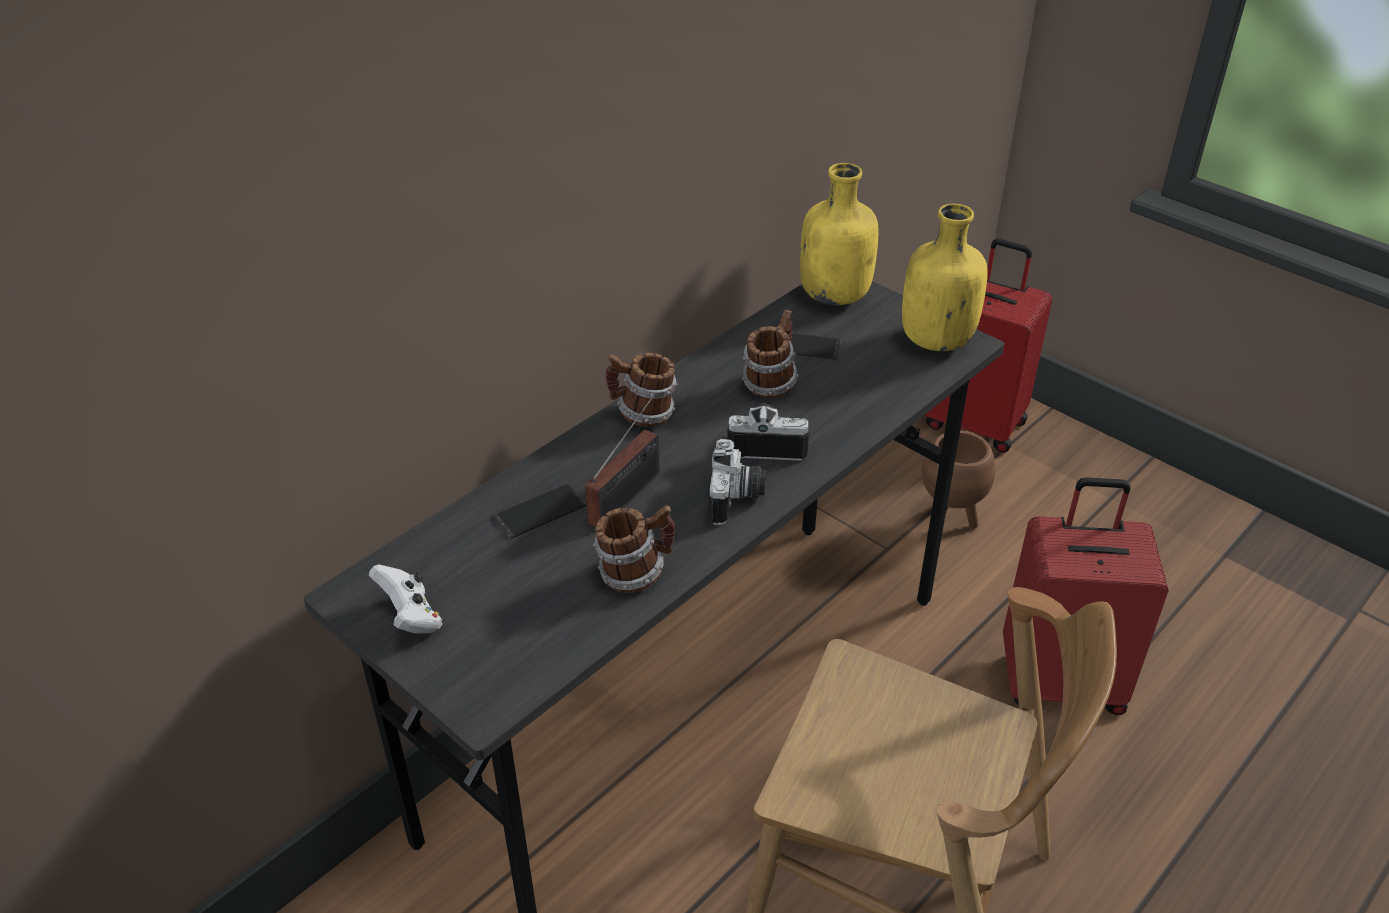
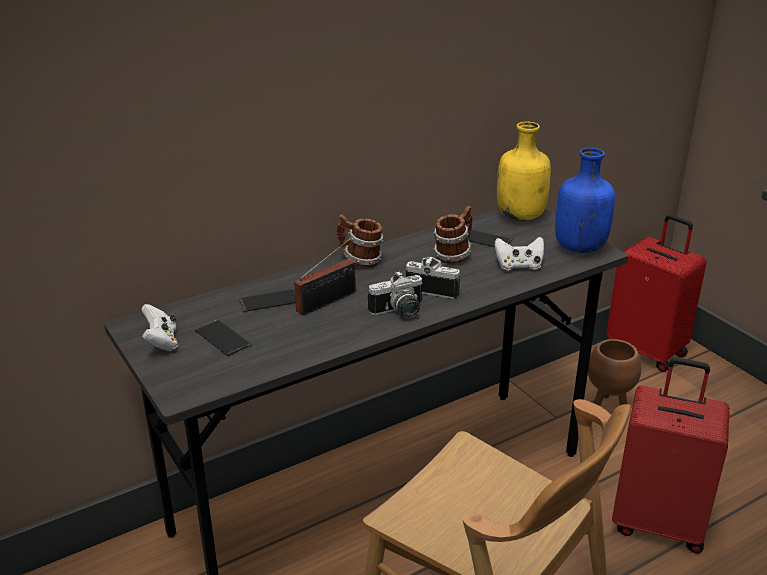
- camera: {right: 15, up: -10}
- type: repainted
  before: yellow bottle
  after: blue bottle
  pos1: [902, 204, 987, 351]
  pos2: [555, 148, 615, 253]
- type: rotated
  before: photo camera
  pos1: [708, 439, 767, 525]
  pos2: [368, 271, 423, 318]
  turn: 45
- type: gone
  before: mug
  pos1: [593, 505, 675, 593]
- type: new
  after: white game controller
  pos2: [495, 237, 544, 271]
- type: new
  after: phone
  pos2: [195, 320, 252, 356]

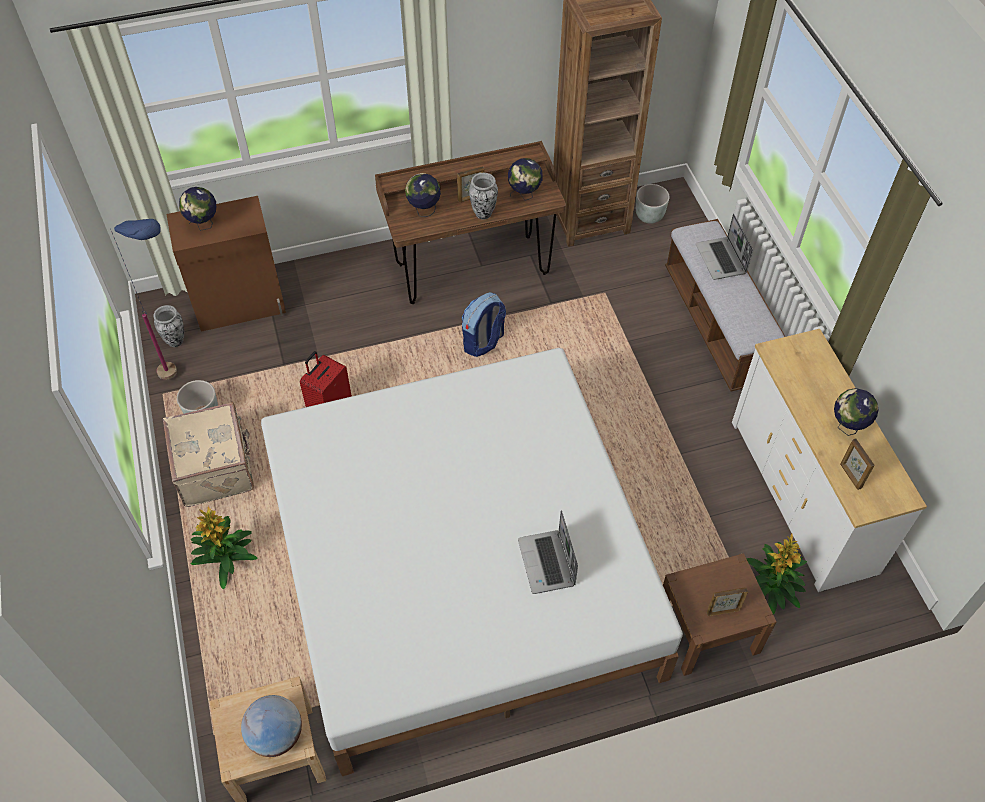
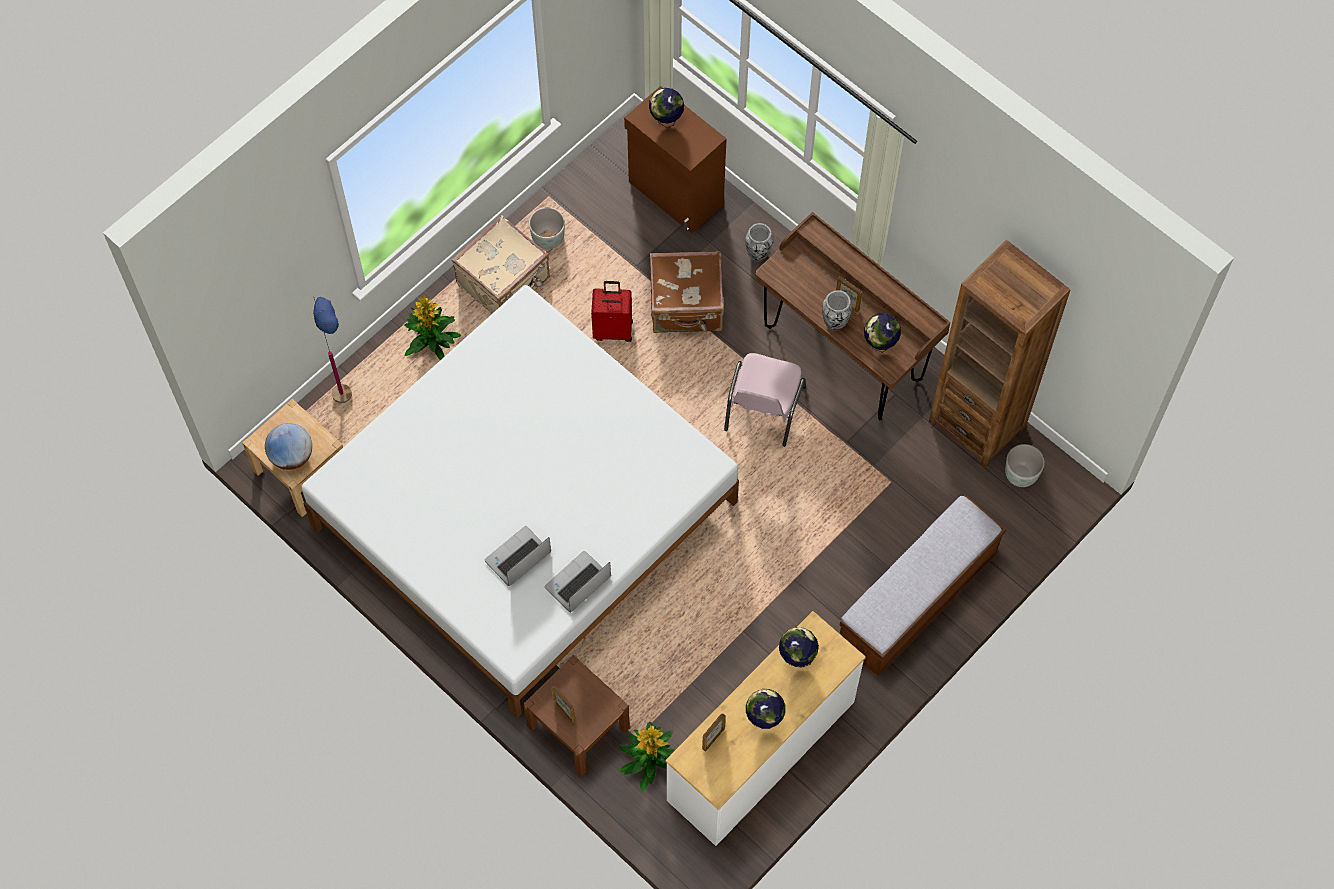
- camera: {right: 60, up: 10}
- type: shifted
  before: globe
  pos1: [405, 173, 441, 217]
  pos2: [779, 627, 819, 668]
- type: shifted
  before: laptop
  pos1: [696, 214, 753, 280]
  pos2: [544, 551, 611, 612]
- type: shifted
  before: blue floor lamp
  pos1: [111, 219, 177, 380]
  pos2: [313, 297, 352, 403]
- type: swapped
  before: backpack
  after: pink chair
  pos1: [462, 292, 506, 357]
  pos2: [724, 353, 806, 447]
- type: shifted
  before: vase
  pos1: [154, 305, 184, 347]
  pos2: [745, 223, 773, 262]
- type: new
  after: brown suitcase
  pos2: [650, 251, 724, 333]

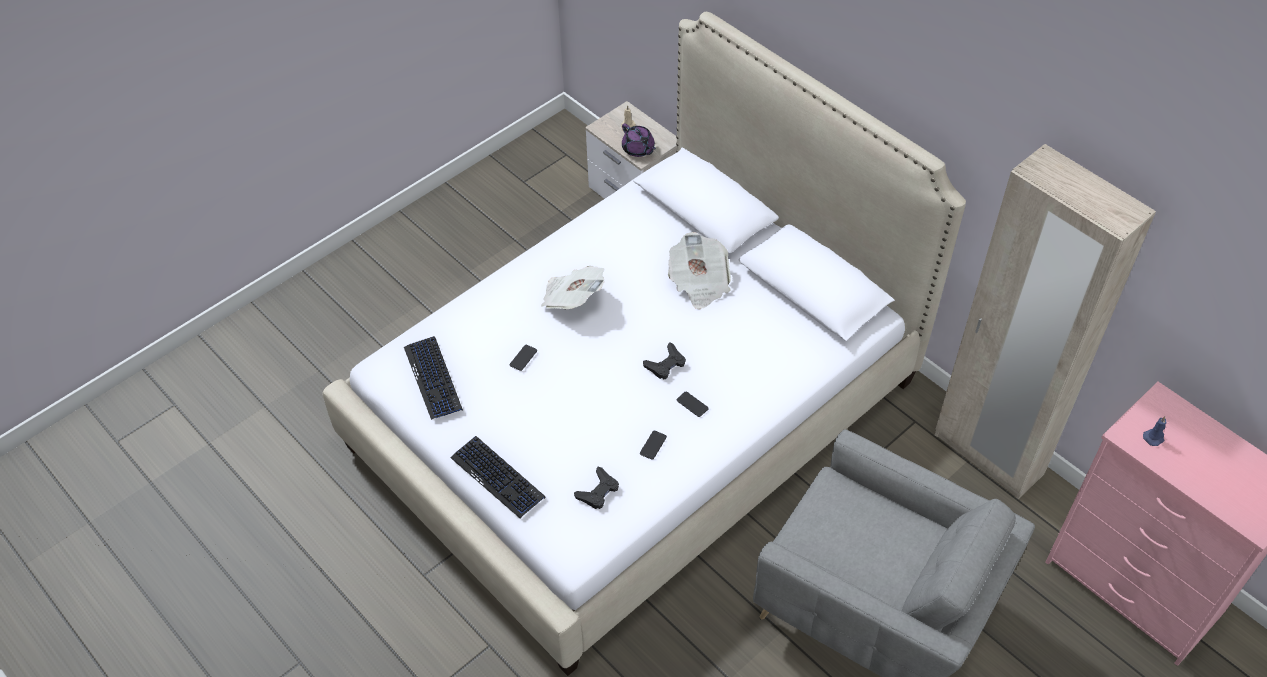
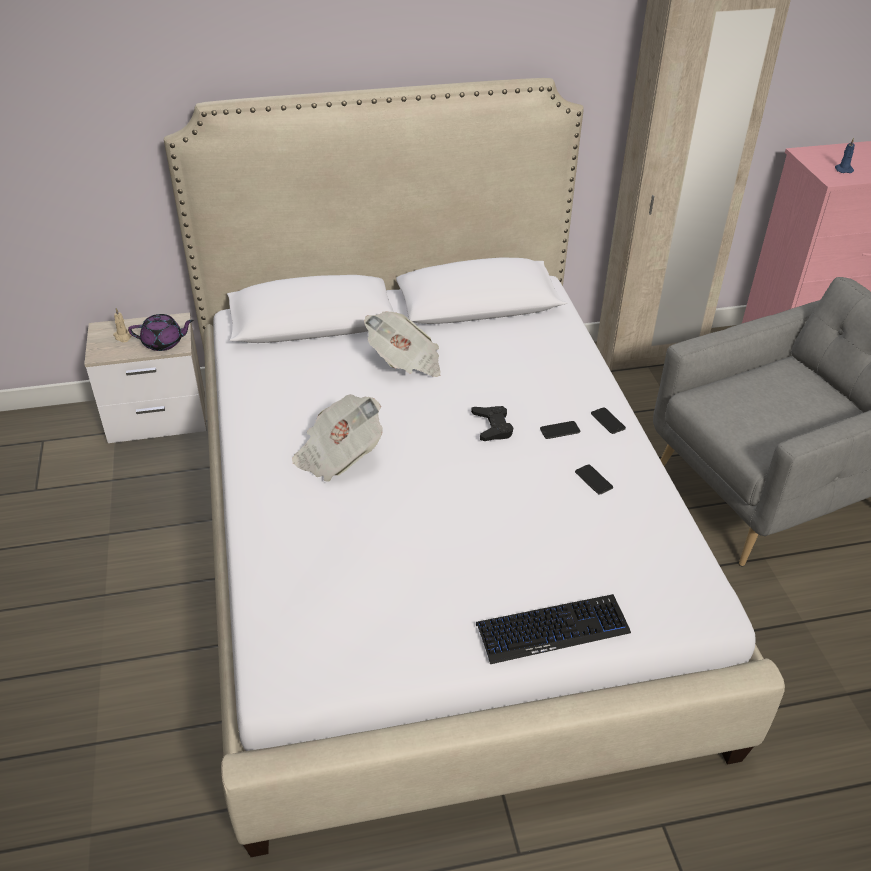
- camera: {right: -60, up: -10}
- type: gone
  before: keyboard
  pos1: [404, 336, 463, 420]
- type: shifted
  before: phone
  pos1: [510, 345, 537, 371]
  pos2: [591, 407, 626, 434]
- type: gone
  before: black game controller
  pos1: [574, 467, 619, 509]

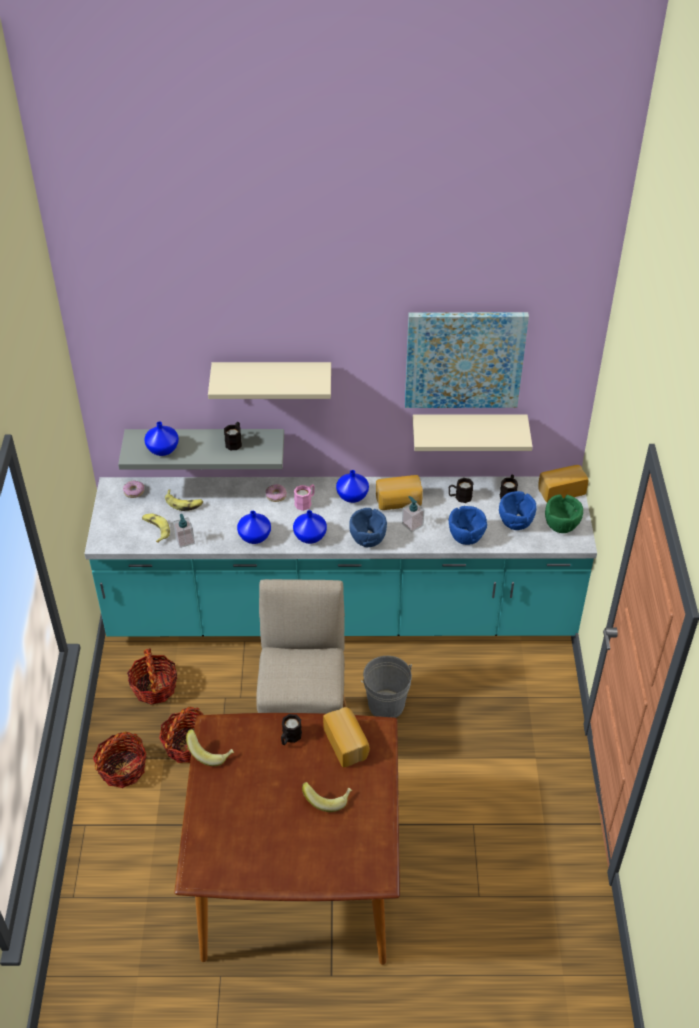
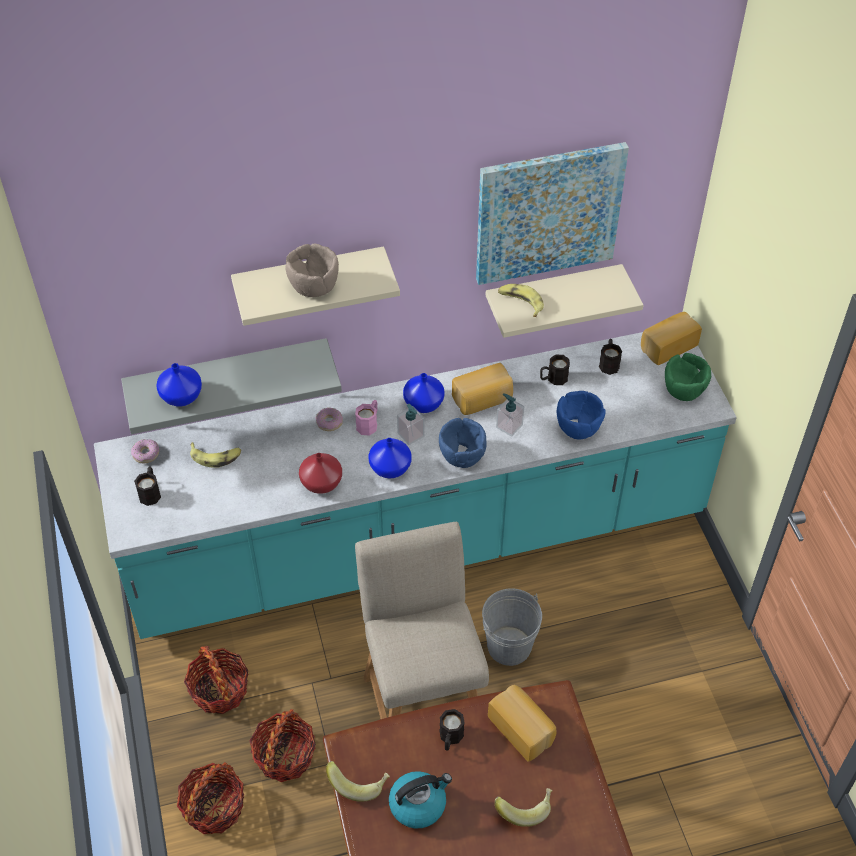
- camera: {right: -15, up: 5}
- type: shifted
  before: black mug
  pos1: [224, 422, 242, 450]
  pos2: [134, 467, 161, 506]
- type: gone
  before: blue bowl
  pos1: [499, 491, 537, 530]
- type: repainted
  before: blue vase
  after: red vase
  pos1: [237, 511, 271, 544]
  pos2: [299, 453, 342, 494]
- type: shifted
  before: banana
  pos1: [142, 514, 170, 543]
  pos2: [498, 284, 544, 317]
- type: shifted
  before: soap dispenser
  pos1: [173, 514, 195, 548]
  pos2: [397, 404, 424, 445]
- type: new
  after: brown bowl
  pos2: [285, 244, 339, 297]
- type: new
  after: kettle
  pos2: [389, 771, 452, 829]

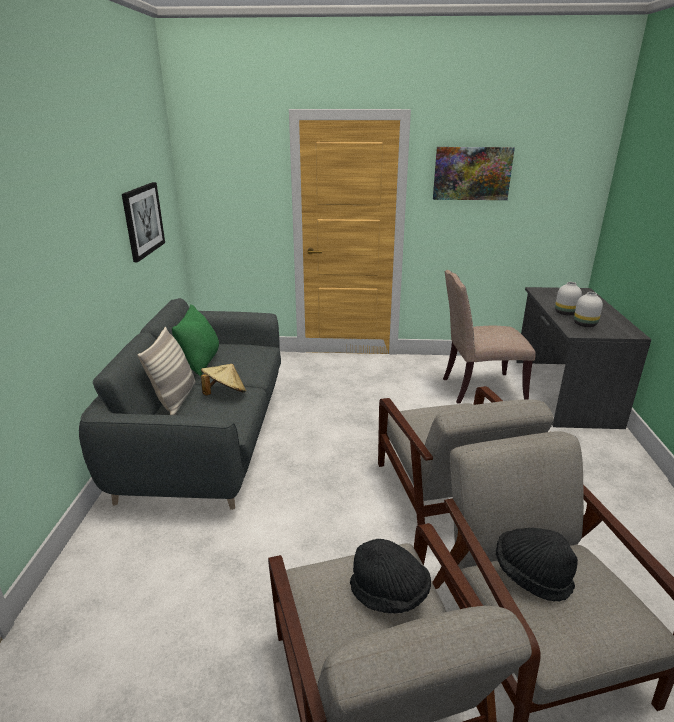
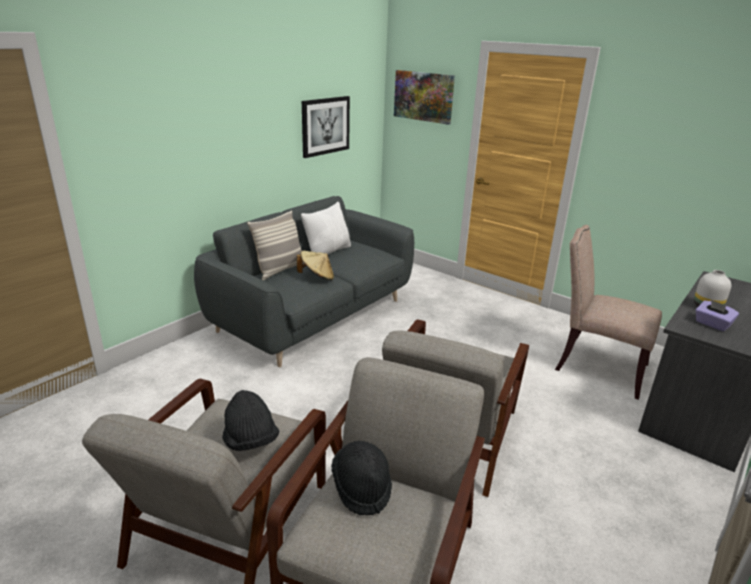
- camera: {right: 35, up: 0}
- type: shifted
  before: picture
  pos1: [433, 147, 515, 200]
  pos2: [394, 70, 455, 125]
- type: swapped
  before: white vase
  after: purple tissue box
  pos1: [574, 292, 603, 327]
  pos2: [695, 300, 739, 331]
- type: repainted
  before: green pillow
  after: white pillow
  pos1: [172, 304, 219, 376]
  pos2: [301, 202, 351, 254]

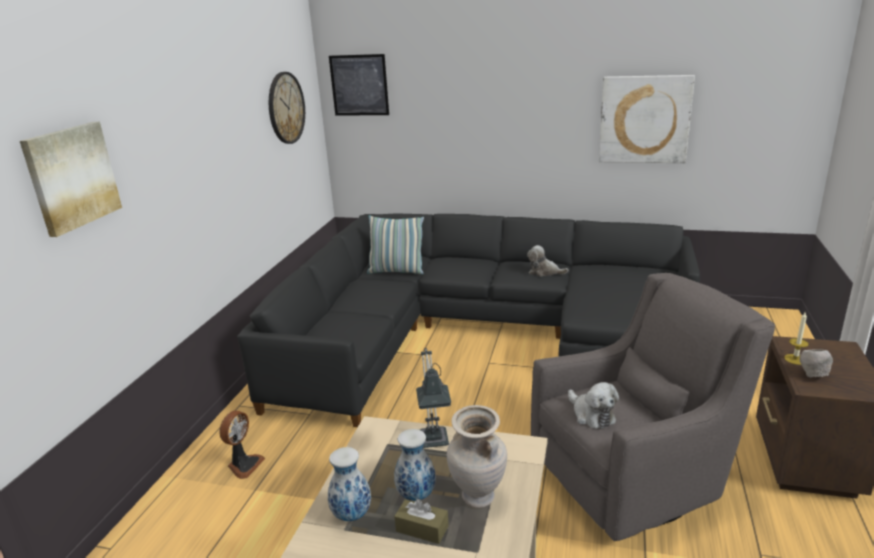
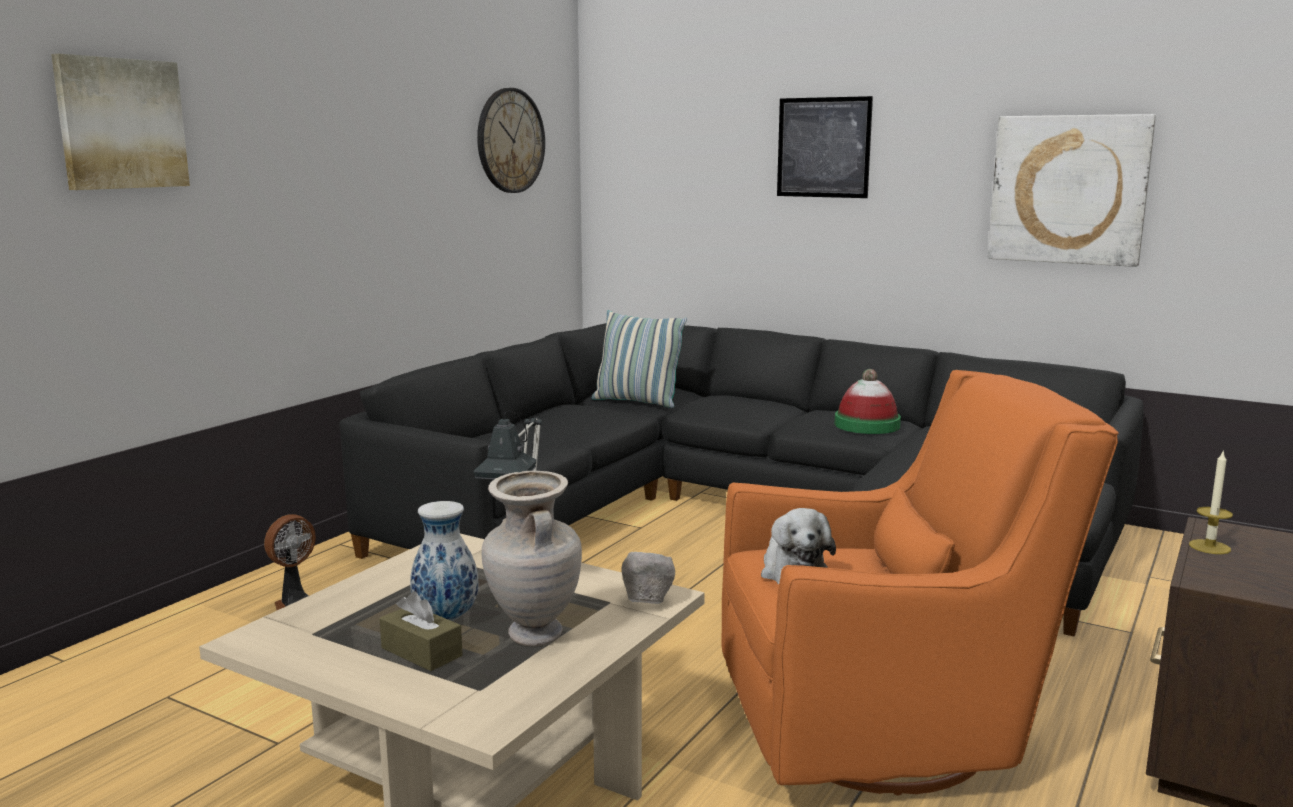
- camera: {right: 15, up: -10}
- type: shifted
  before: picture
  pos1: [329, 54, 389, 116]
  pos2: [777, 96, 873, 198]
- type: swapped
  before: plush toy
  after: hat
  pos1: [527, 245, 569, 277]
  pos2: [835, 369, 901, 434]
- type: repainted
  before: grey armchair
  after: orange armchair
  pos1: [531, 273, 775, 541]
  pos2: [722, 370, 1119, 795]
- type: shifted
  before: grey bowl
  pos1: [800, 349, 833, 378]
  pos2: [622, 552, 675, 604]
- type: gone
  before: vase
  pos1: [328, 447, 371, 521]

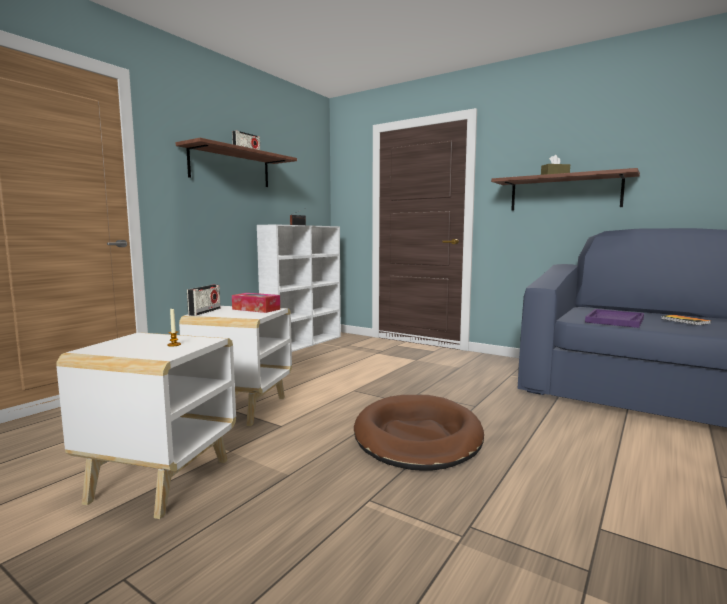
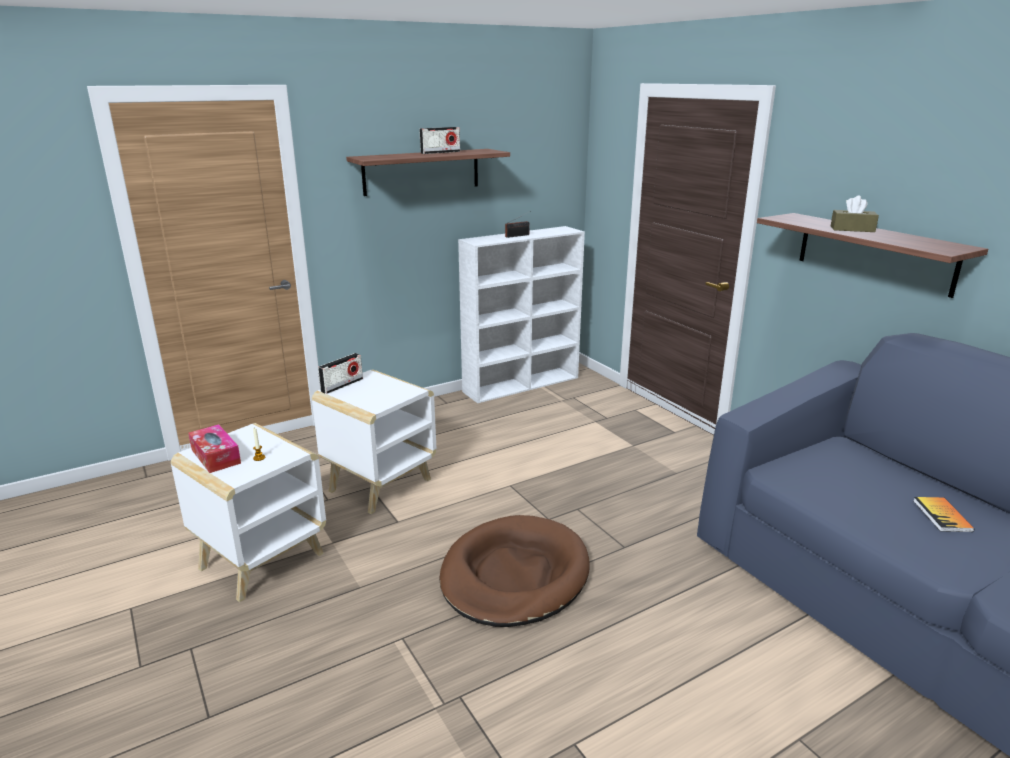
- camera: {right: 25, up: 15}
- type: shifted
  before: tissue box
  pos1: [232, 293, 280, 313]
  pos2: [188, 424, 241, 473]
- type: gone
  before: purple tray
  pos1: [585, 309, 644, 328]

